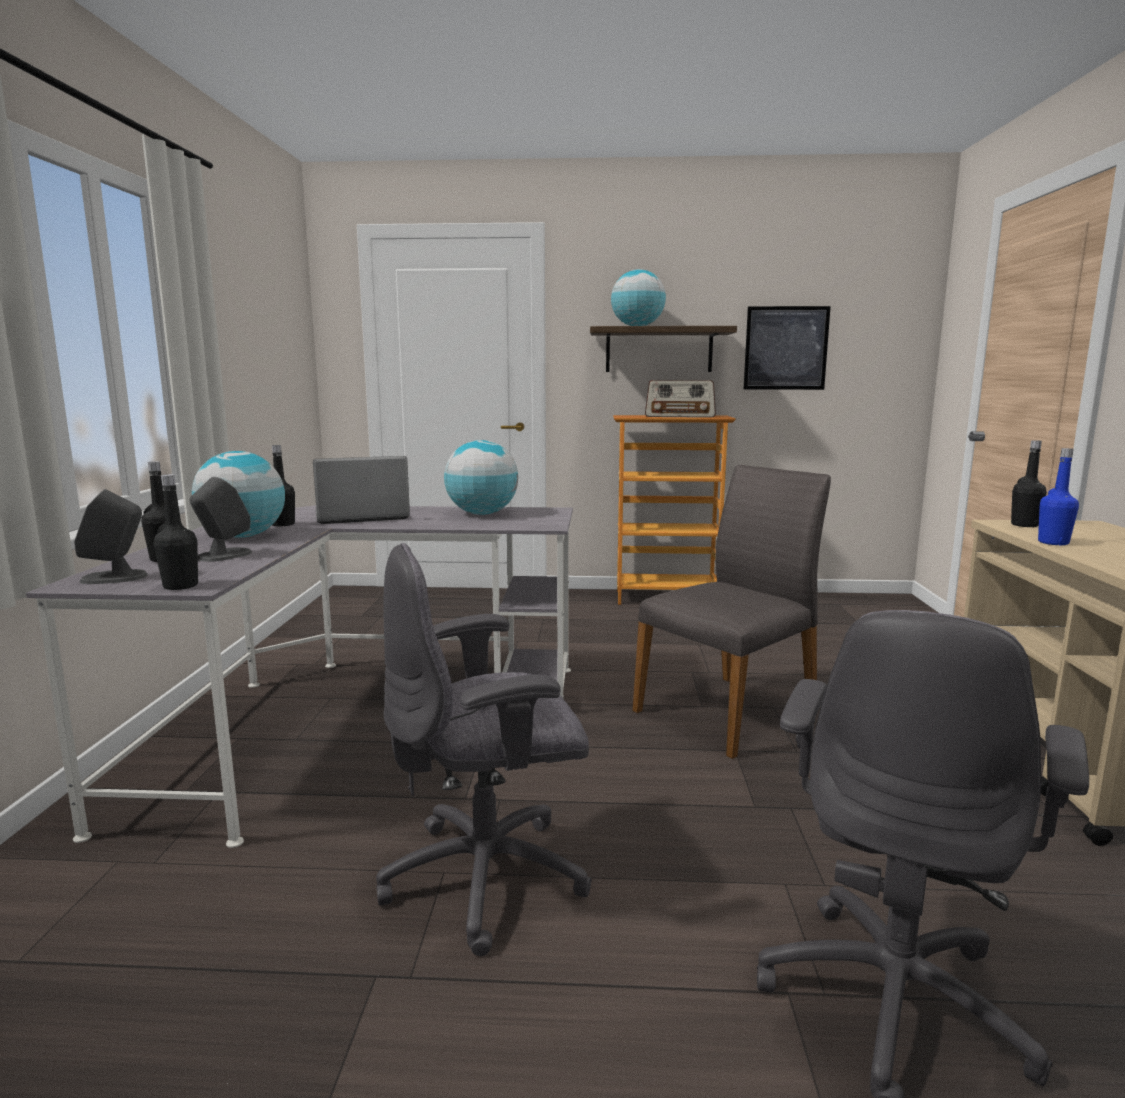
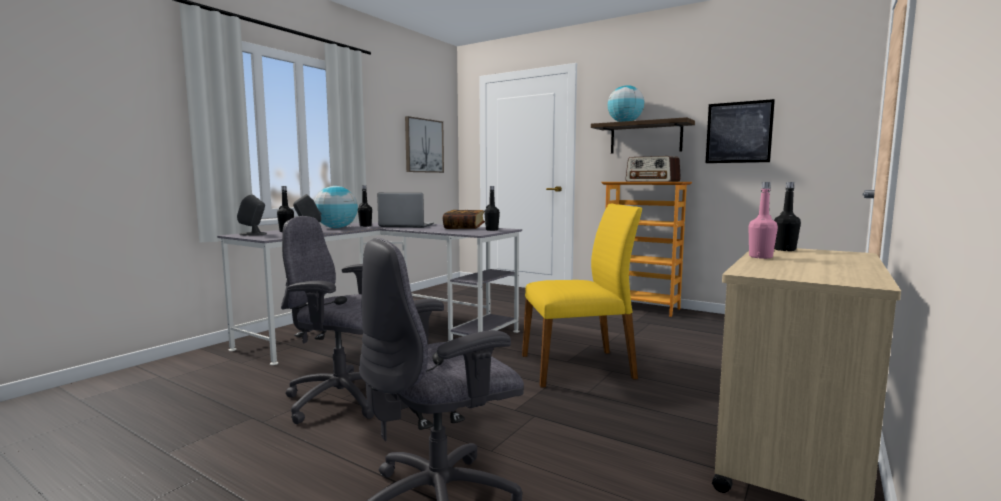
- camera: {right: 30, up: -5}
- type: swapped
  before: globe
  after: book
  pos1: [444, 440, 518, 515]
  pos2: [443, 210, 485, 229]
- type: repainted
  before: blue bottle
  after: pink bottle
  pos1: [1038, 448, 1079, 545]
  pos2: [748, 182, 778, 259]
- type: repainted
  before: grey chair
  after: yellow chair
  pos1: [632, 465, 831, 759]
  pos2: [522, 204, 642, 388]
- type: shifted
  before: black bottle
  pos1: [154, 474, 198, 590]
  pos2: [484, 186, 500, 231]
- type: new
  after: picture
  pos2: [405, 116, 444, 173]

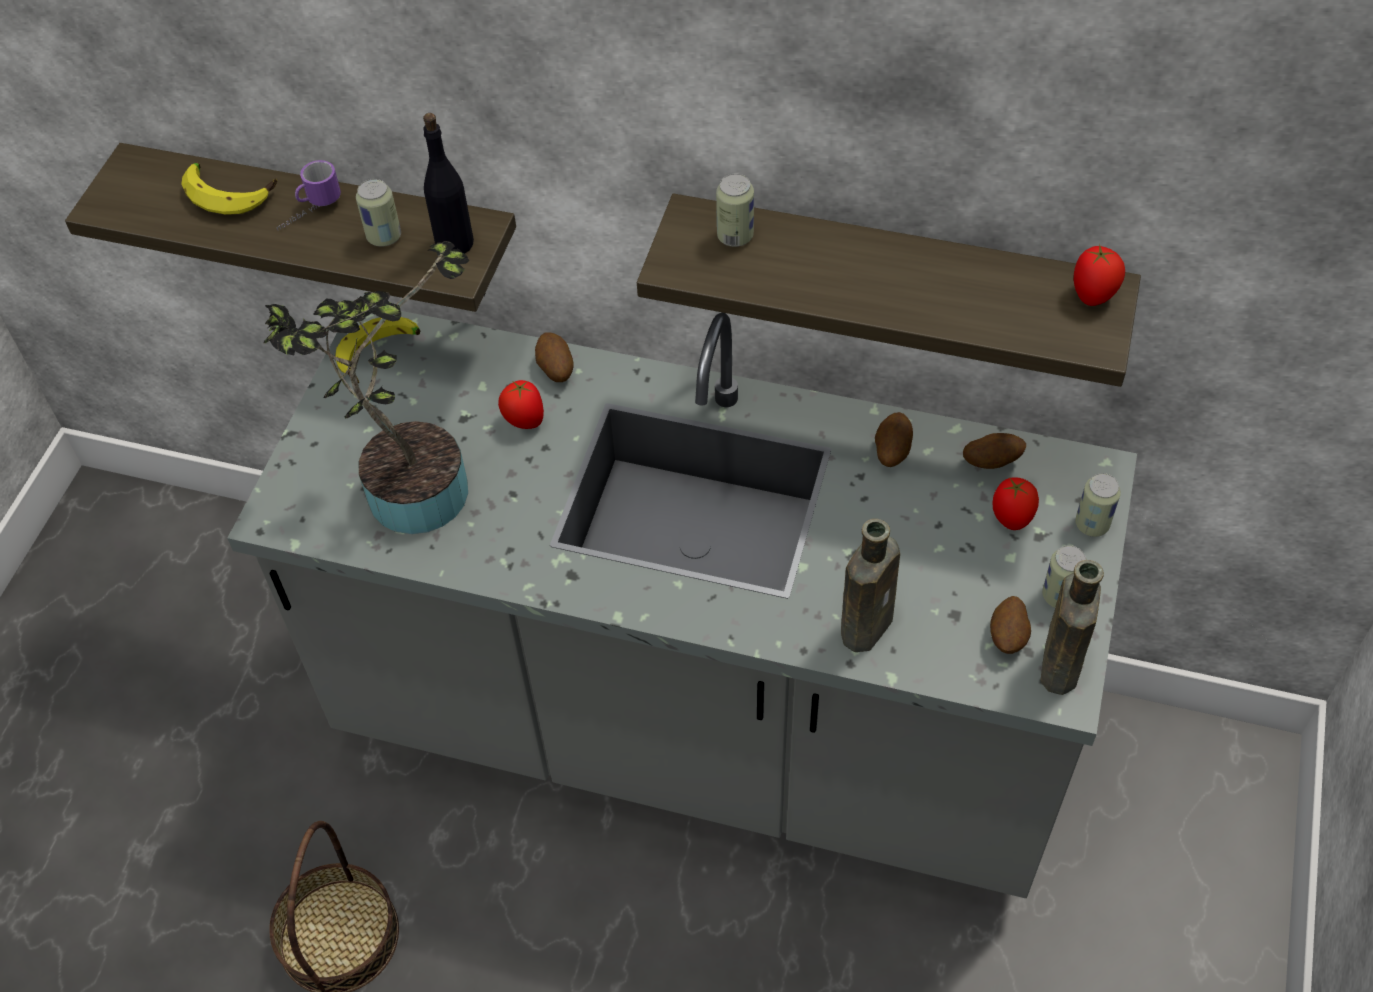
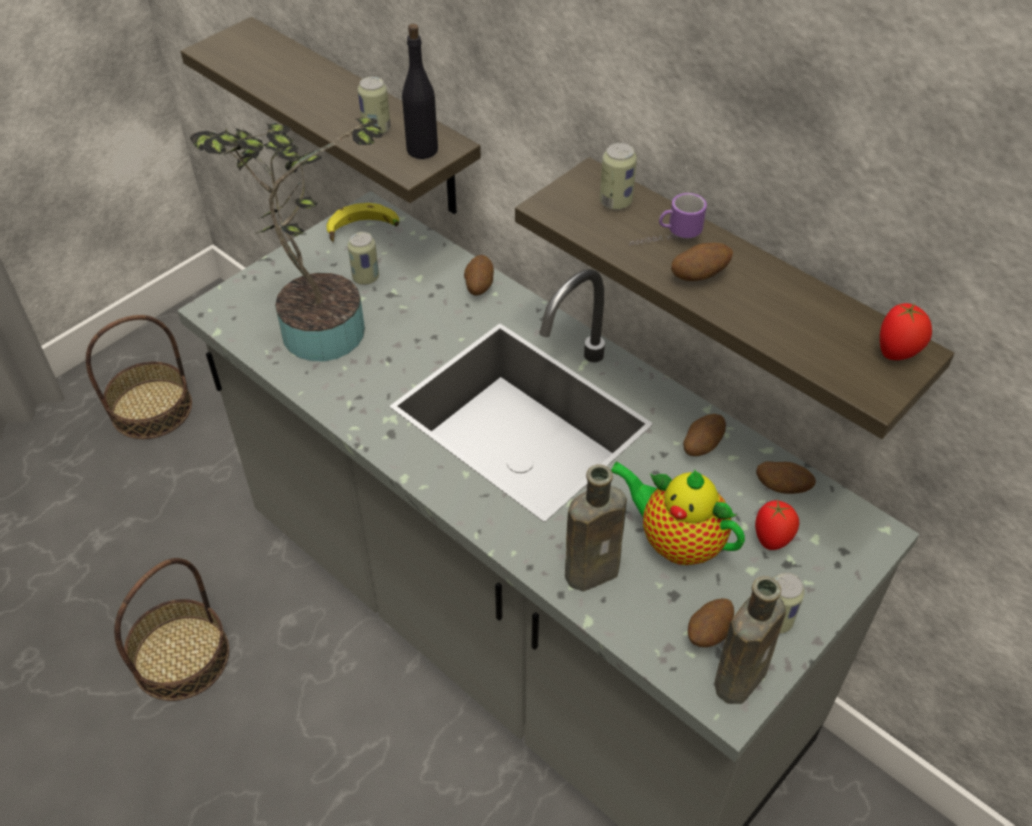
- camera: {right: 25, up: -5}
- type: shifted
  before: mug
  pos1: [277, 160, 341, 231]
  pos2: [630, 193, 707, 246]
- type: gone
  before: banana
  pos1: [181, 162, 277, 214]
- type: gone
  before: tomato
  pos1: [498, 380, 544, 429]
- type: shifted
  before: can
  pos1: [1075, 473, 1121, 537]
  pos2: [347, 232, 379, 285]
- type: new
  after: potato
  pos2: [671, 243, 733, 281]
- type: new
  after: basket
  pos2: [86, 315, 192, 439]
- type: new
  after: teapot
  pos2: [611, 462, 745, 565]

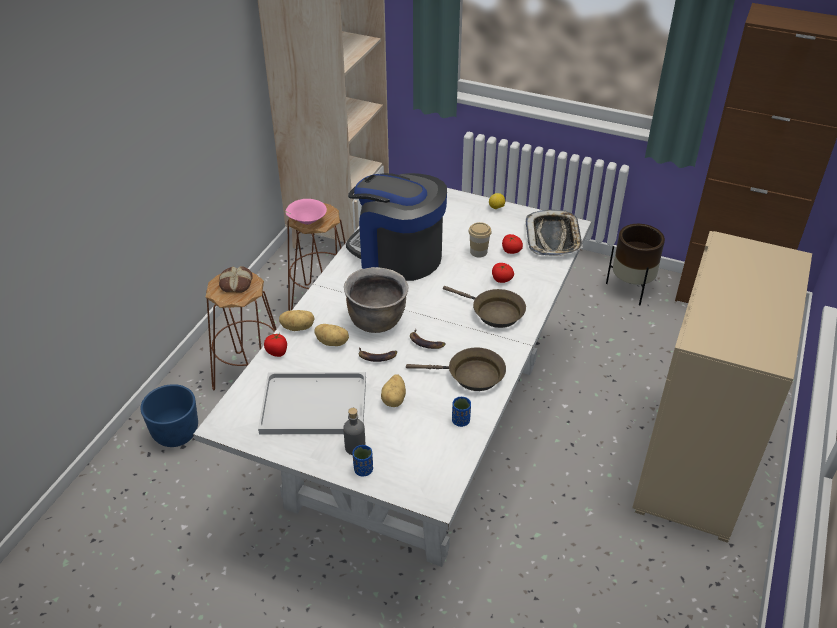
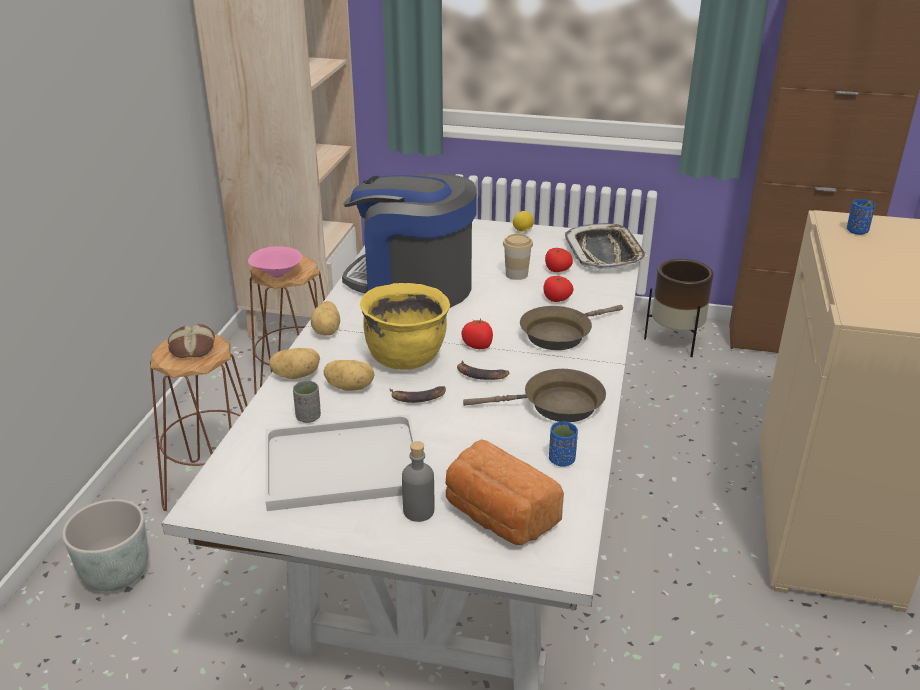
- camera: {right: -10, up: -10}
- type: repainted
  before: brown cooking pot
  after: yellow cooking pot
  pos1: [344, 267, 409, 333]
  pos2: [360, 283, 450, 370]
- type: rotated
  before: brown frying pan
  pos1: [443, 286, 526, 328]
  pos2: [520, 305, 623, 350]
  turn: 120
- type: shifted
  before: tomato
  pos1: [264, 334, 287, 357]
  pos2: [462, 319, 493, 349]
- type: shifted
  before: potato
  pos1: [381, 374, 406, 407]
  pos2: [311, 301, 340, 336]
- type: repainted
  before: blue planter
  after: grey planter
  pos1: [140, 384, 198, 447]
  pos2: [62, 499, 149, 591]
- type: shifted
  before: blue cup
  pos1: [353, 445, 373, 476]
  pos2: [847, 199, 875, 235]
- type: new
  after: grey cup
  pos2: [293, 381, 321, 423]
- type: new
  after: bread
  pos2: [445, 439, 564, 545]

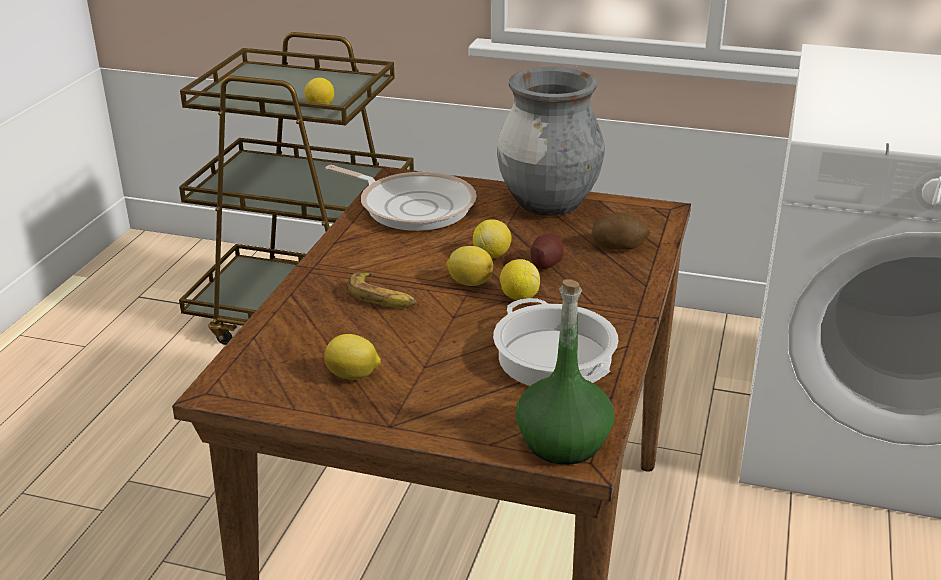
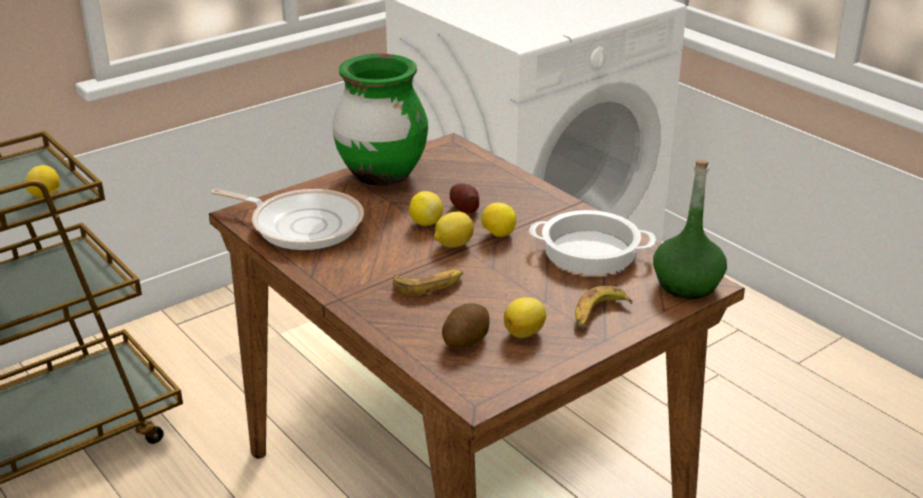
- camera: {right: -55, up: 0}
- type: repainted
  before: grey vase
  after: green vase
  pos1: [497, 67, 605, 216]
  pos2: [332, 54, 428, 186]
- type: rotated
  before: frying pan
  pos1: [326, 165, 477, 231]
  pos2: [211, 188, 364, 250]
  turn: 45
- type: shifted
  before: potato
  pos1: [591, 212, 650, 250]
  pos2: [442, 303, 490, 348]
- type: new
  after: banana
  pos2: [575, 286, 632, 329]

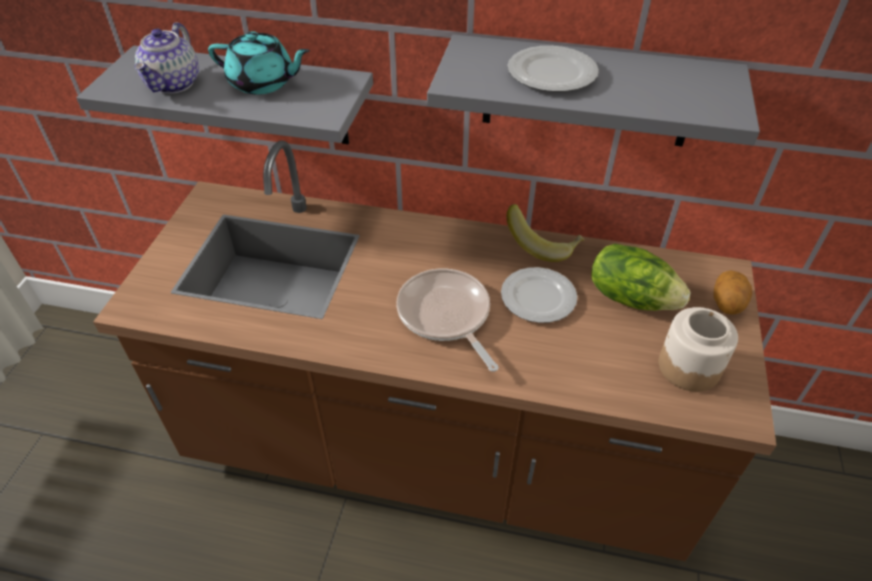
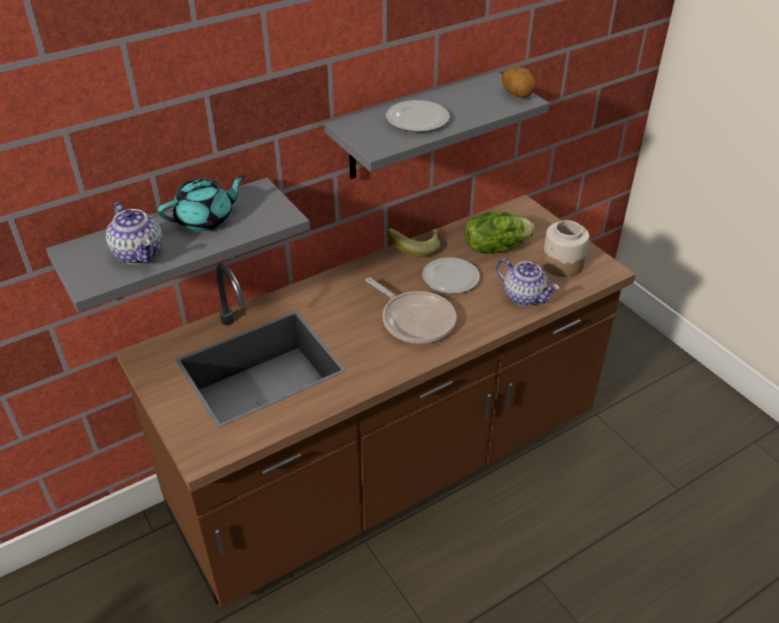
- camera: {right: -45, up: -5}
- type: rotated
  before: frying pan
  pos1: [396, 269, 499, 372]
  pos2: [366, 277, 457, 344]
  turn: -150
- type: shifted
  before: potato
  pos1: [714, 270, 752, 315]
  pos2: [502, 67, 536, 98]
- type: new
  after: teapot
  pos2: [496, 258, 559, 306]

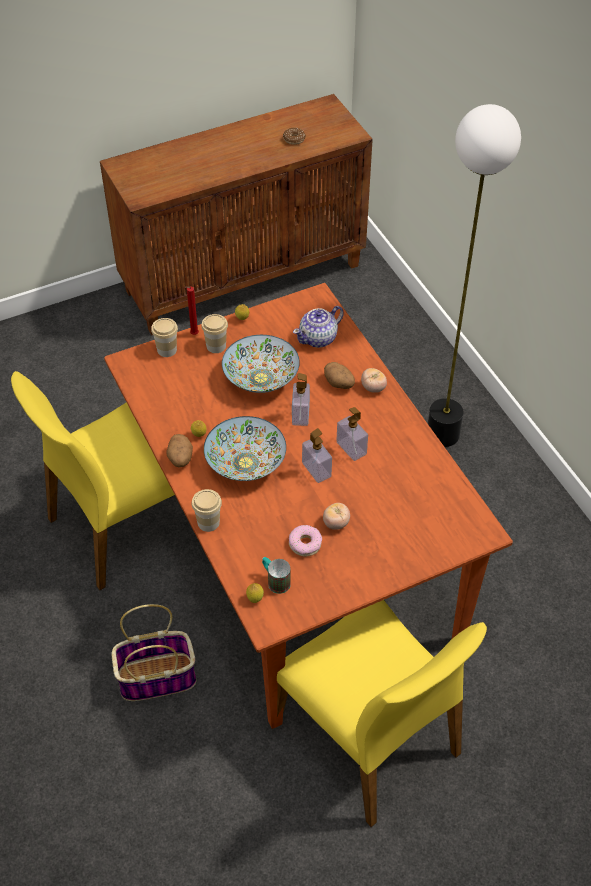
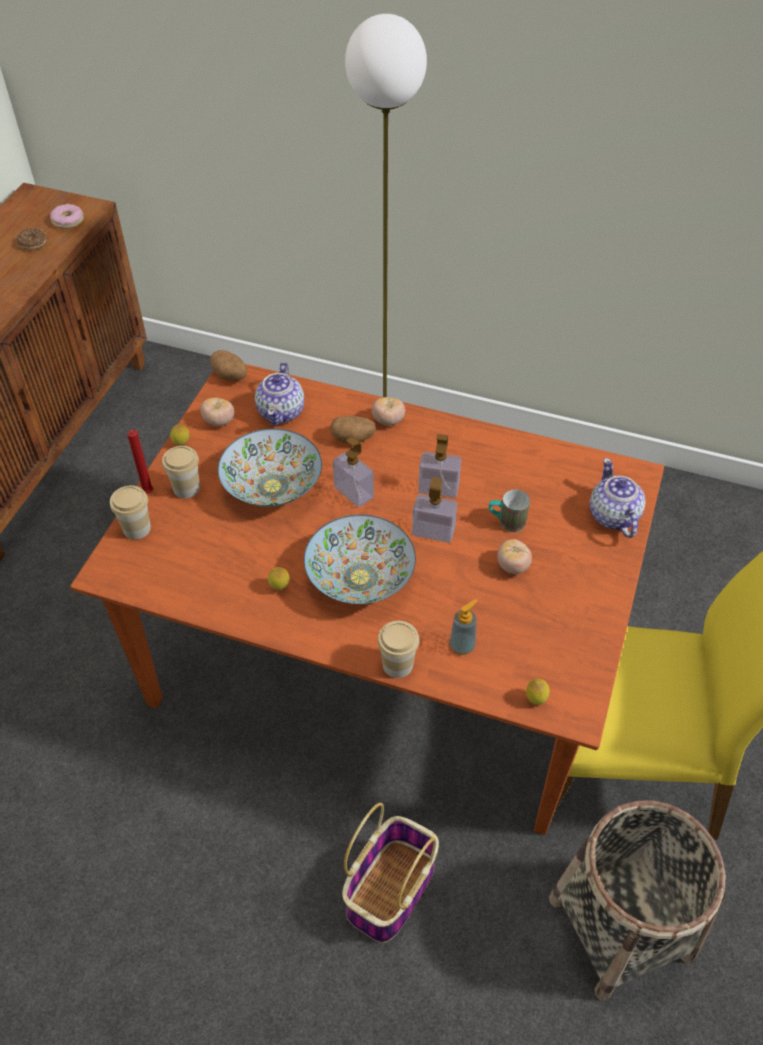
- camera: {right: -45, up: 0}
- type: gone
  before: yellow chair
  pos1: [11, 371, 175, 590]
- type: shifted
  before: potato
  pos1: [166, 434, 193, 467]
  pos2: [210, 350, 247, 381]
- type: shifted
  before: donut
  pos1: [289, 525, 322, 557]
  pos2: [50, 204, 83, 229]
- type: shifted
  before: mug
  pos1: [262, 557, 291, 594]
  pos2: [489, 490, 530, 532]
- type: new
  after: tomato
  pos2: [200, 397, 234, 426]
- type: new
  after: teapot
  pos2: [590, 458, 646, 538]
- type: new
  after: soap dispenser
  pos2: [449, 599, 478, 655]
- type: new
  after: basket
  pos2: [549, 800, 726, 1001]

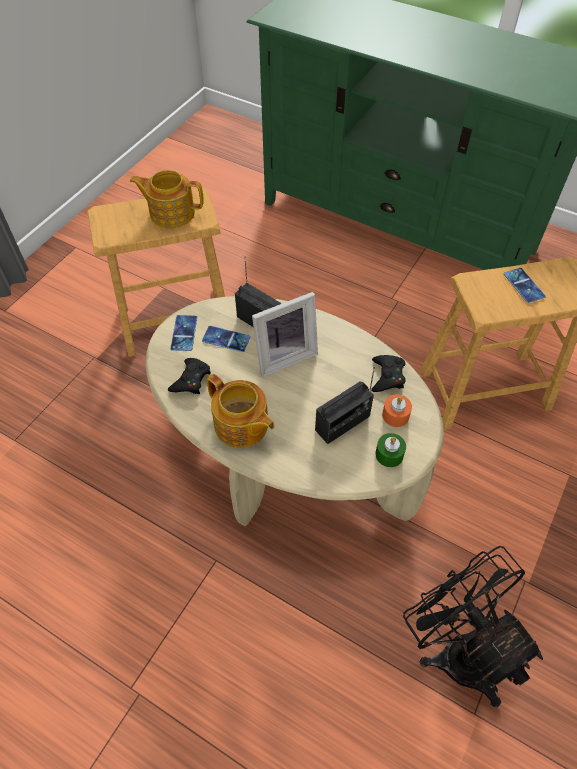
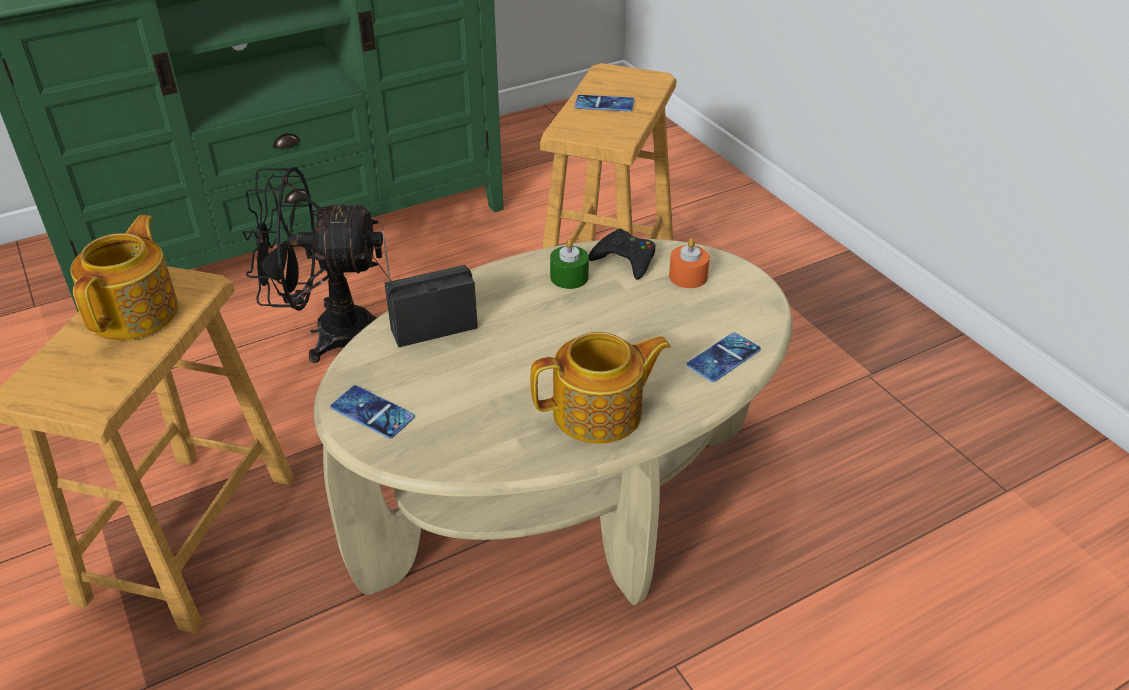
- camera: {right: -60, up: -15}
- type: rotated
  before: teapot
  pos1: [130, 170, 204, 228]
  pos2: [70, 215, 178, 340]
  turn: 150
- type: gone
  before: picture frame
  pos1: [252, 292, 318, 377]
- type: shifted
  before: phone
  pos1: [202, 326, 250, 352]
  pos2: [686, 332, 761, 382]
- type: gone
  before: black game controller
  pos1: [168, 358, 211, 394]
- type: gone
  before: radio
  pos1: [315, 367, 375, 444]
- type: shifted
  before: green candle
  pos1: [375, 433, 406, 467]
  pos2: [550, 239, 589, 289]
- type: shifted
  before: black fan
  pos1: [403, 546, 543, 707]
  pos2: [242, 167, 383, 363]

